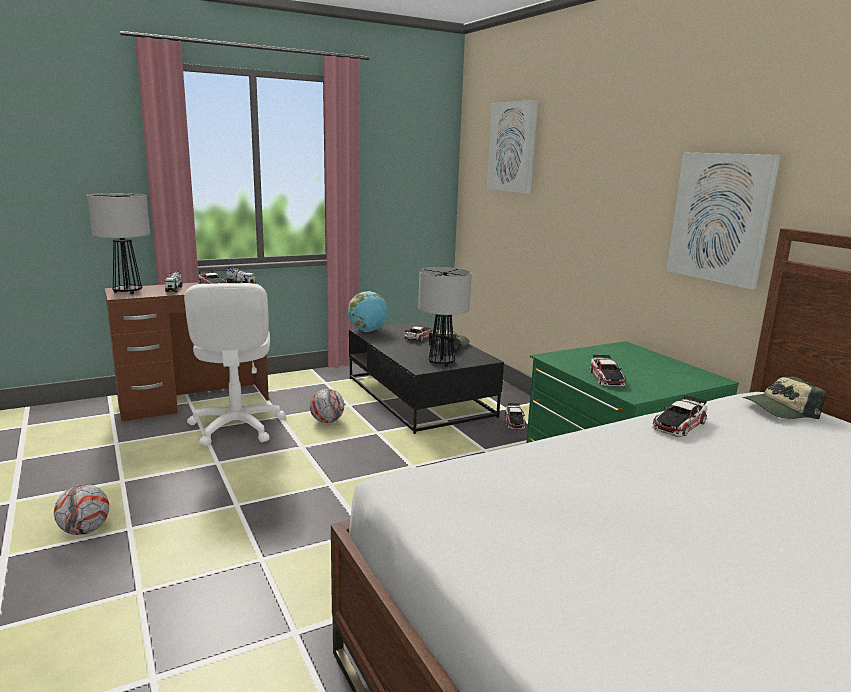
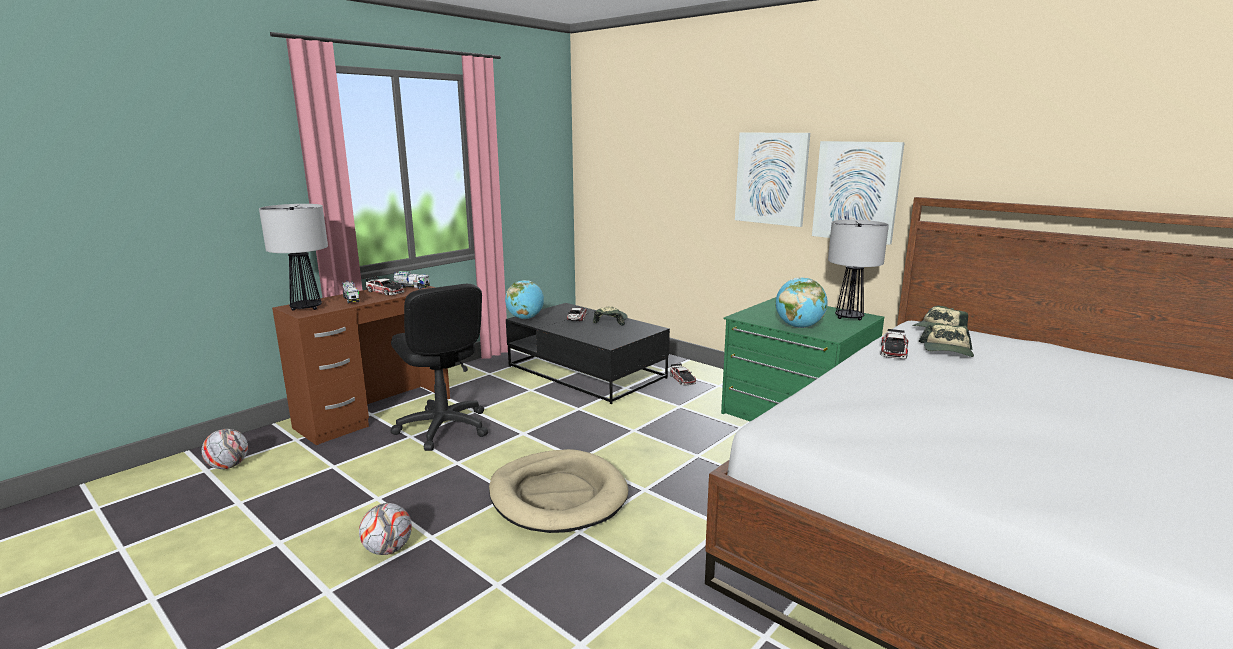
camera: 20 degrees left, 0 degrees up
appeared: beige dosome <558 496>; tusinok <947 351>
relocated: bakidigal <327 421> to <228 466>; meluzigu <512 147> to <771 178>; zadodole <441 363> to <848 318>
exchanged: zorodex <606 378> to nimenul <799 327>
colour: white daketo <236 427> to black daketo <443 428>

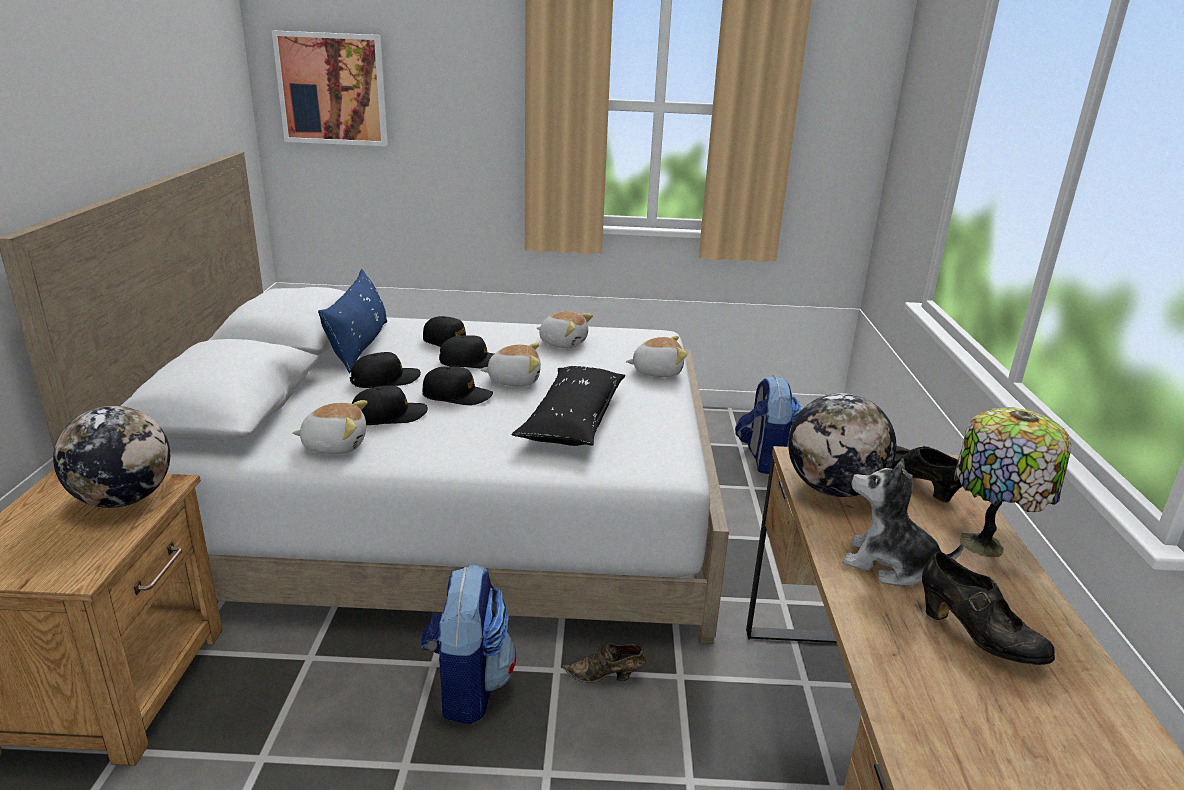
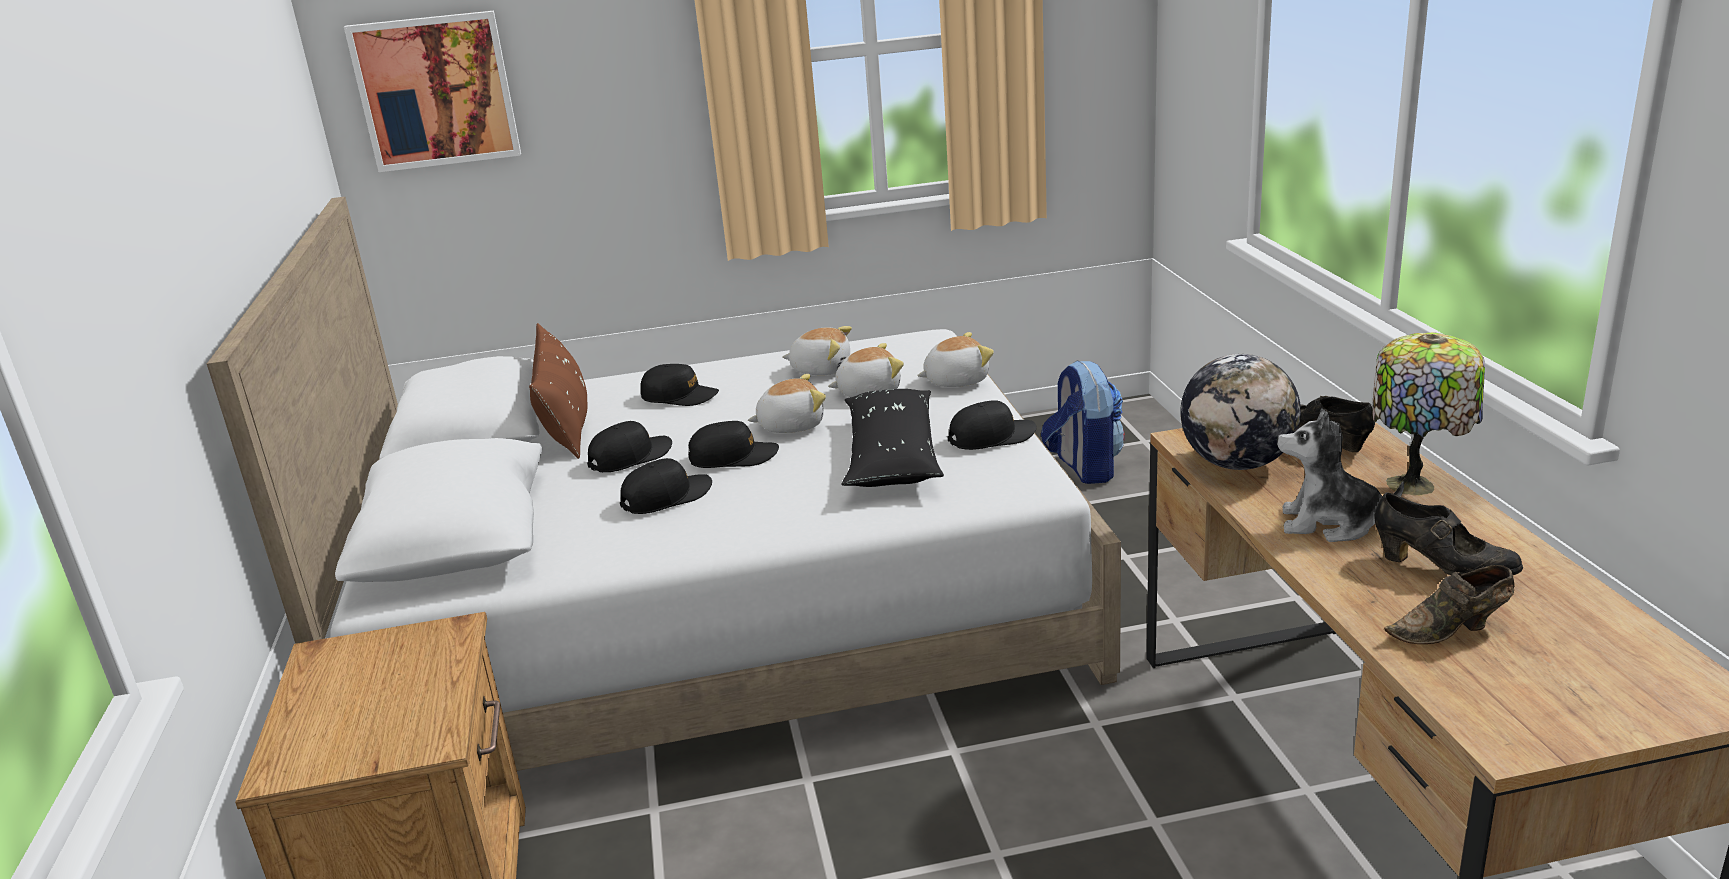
camera: 10 degrees left, 0 degrees up
missing: nimenul <123 499>; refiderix <467 687>
relocated: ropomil <335 445> to <868 392>; black tusinok <471 361> to <992 437>; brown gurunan <606 676> to <1451 630>
colour: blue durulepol <360 345> to brown durulepol <566 423>

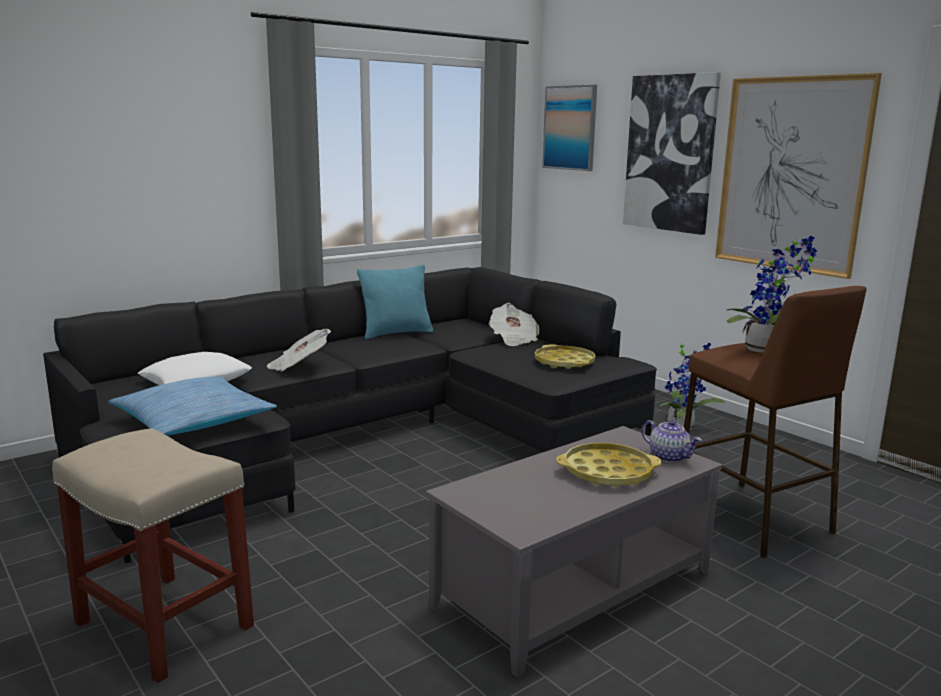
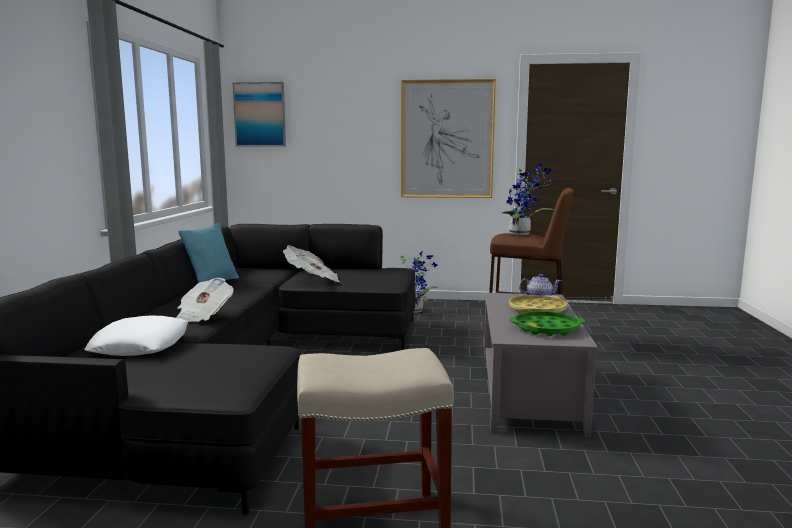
camera: 45 degrees left, 5 degrees down
missing: durulepol <193 421>; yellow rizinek <564 362>; meluzigu <670 153>
appeared: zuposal <318 280>; green rizinek <546 329>

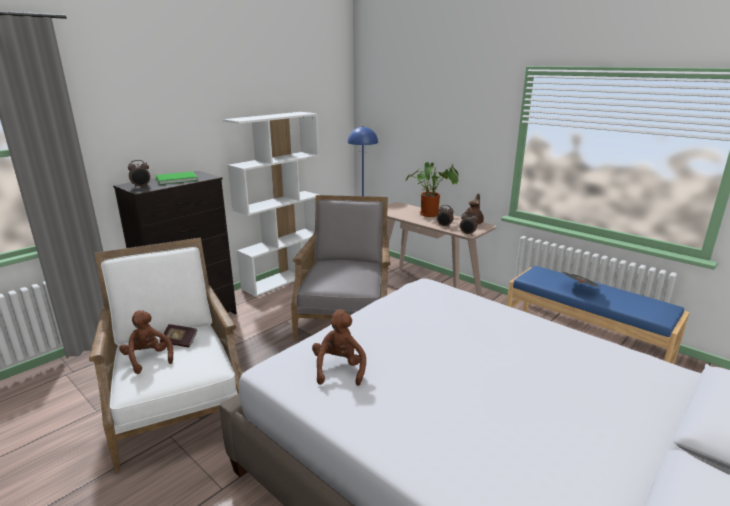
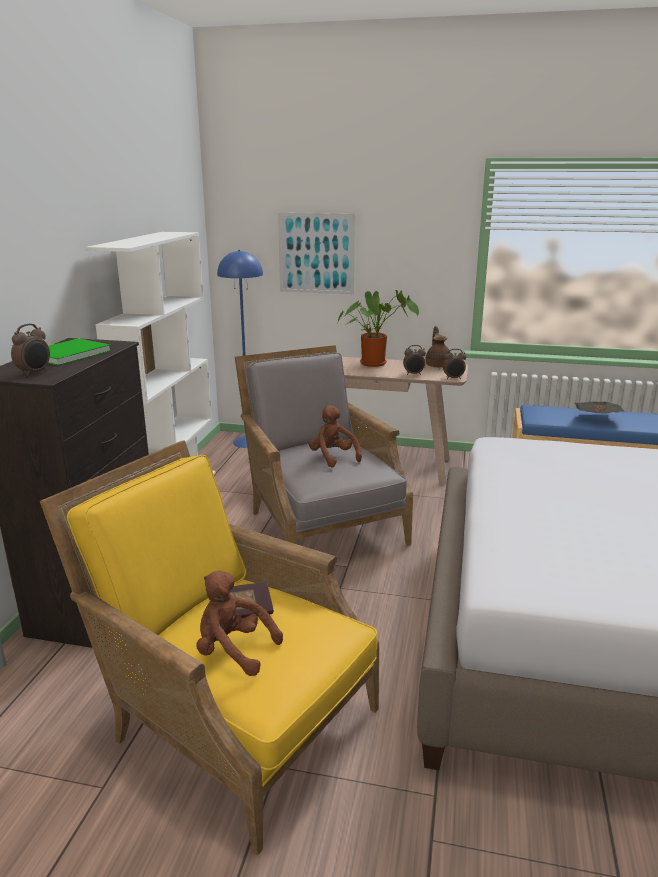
camera: 30 degrees left, 0 degrees up
appeared: meluzigu <316 253>
relocated: brown ropomil <339 369> to <333 457>
colour: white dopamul <178 403> to yellow dopamul <229 718>

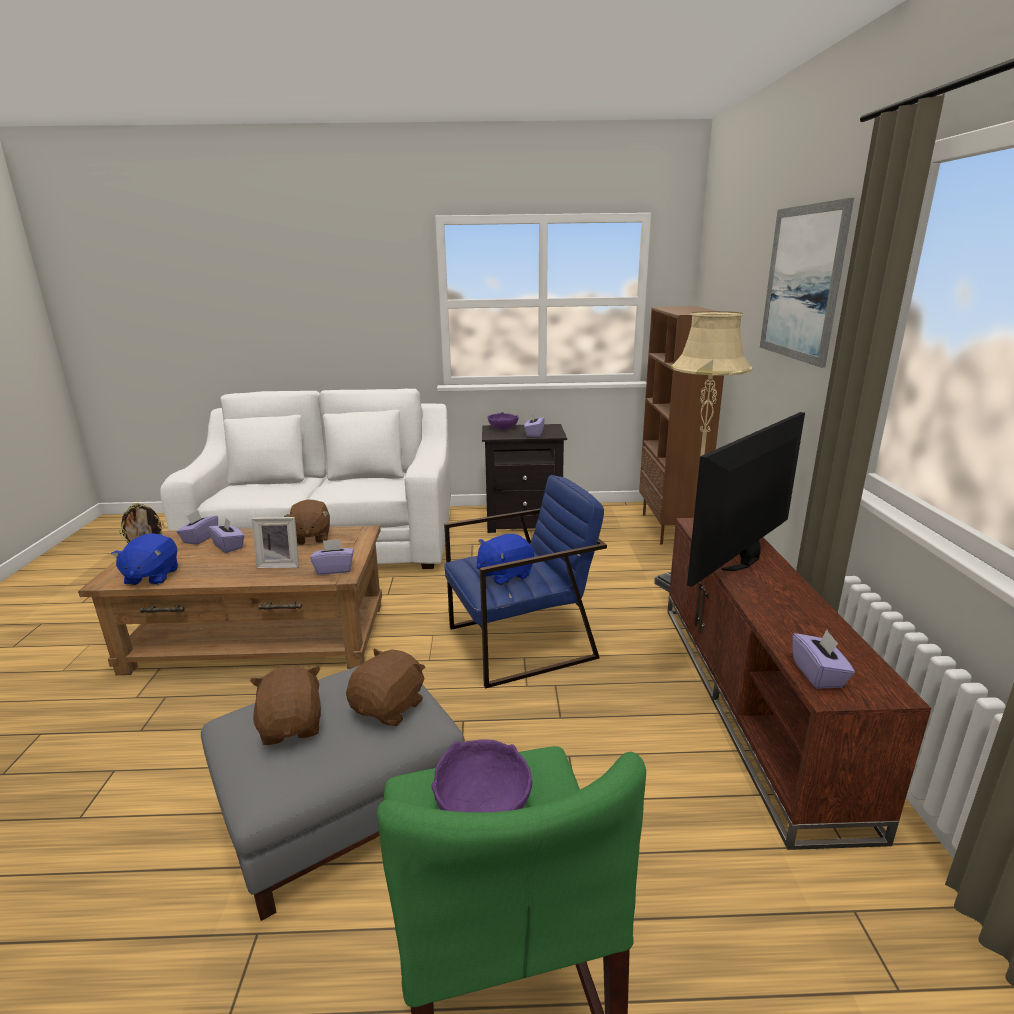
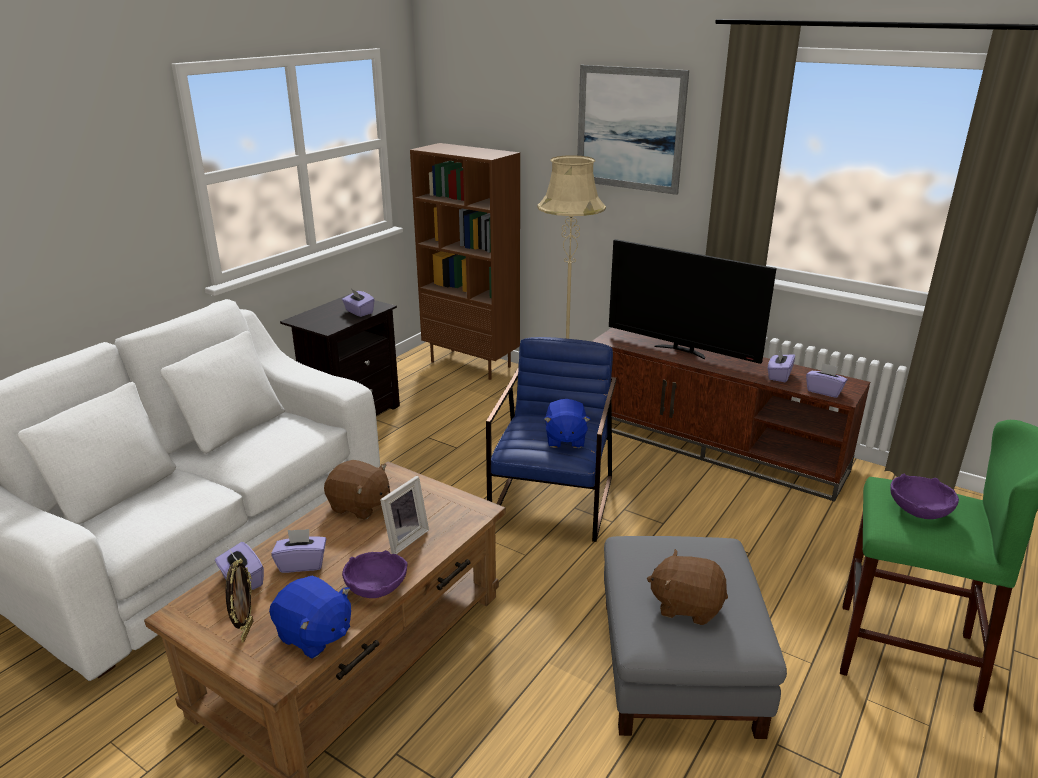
camera: 55 degrees left, 5 degrees up
missing: brown ropomil <389 708>
relocated: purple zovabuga <503 428> to <376 587>; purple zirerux <334 569> to <779 376>
spun: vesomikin <745 560> = <682 351> 45 degrees counterclockwise

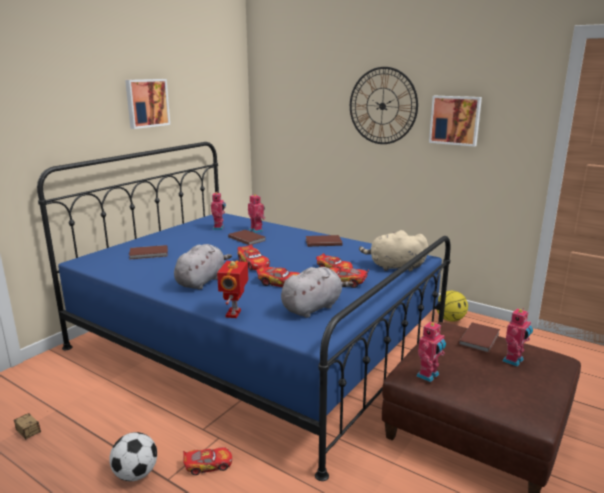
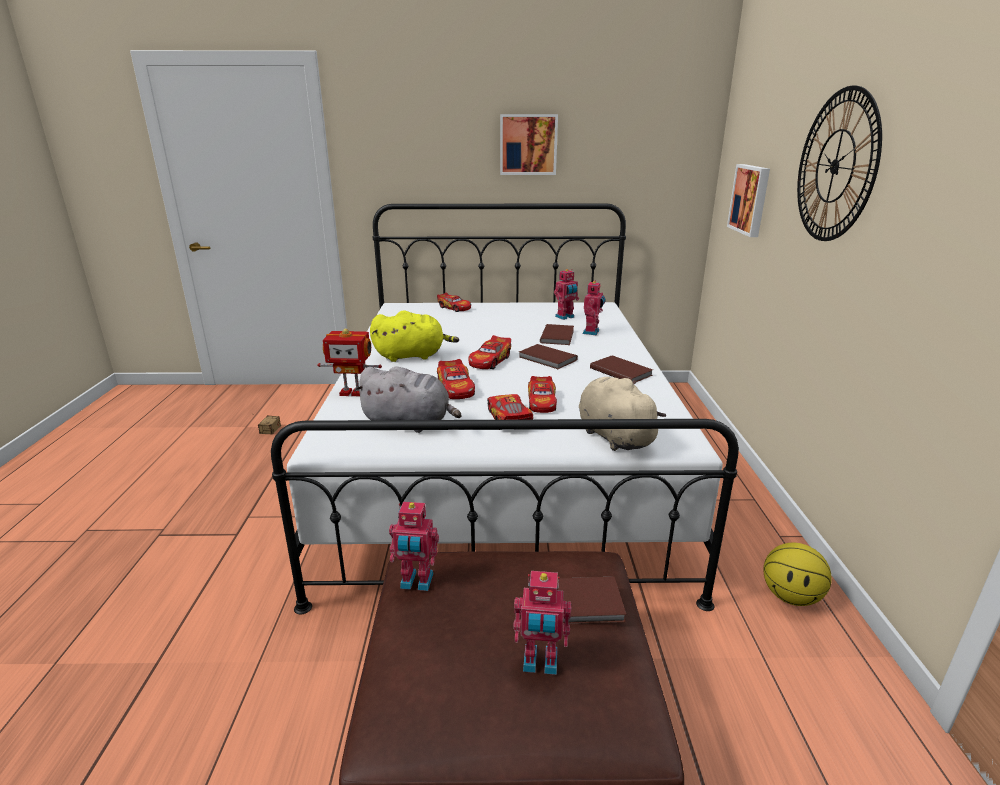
camera: 55 degrees right, 5 degrees up
missing: bakidigal <136 474>
relocated: zorodex <208 465> to <454 308>; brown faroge <149 254> to <547 359>; meluzigu <455 120> to <750 199>
colour: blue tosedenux <255 344> to white tosedenux <501 465>; grey ropomil <201 281> to yellow ropomil <412 356>
spun: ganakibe <234 313> = <352 392> 150 degrees counterclockwise

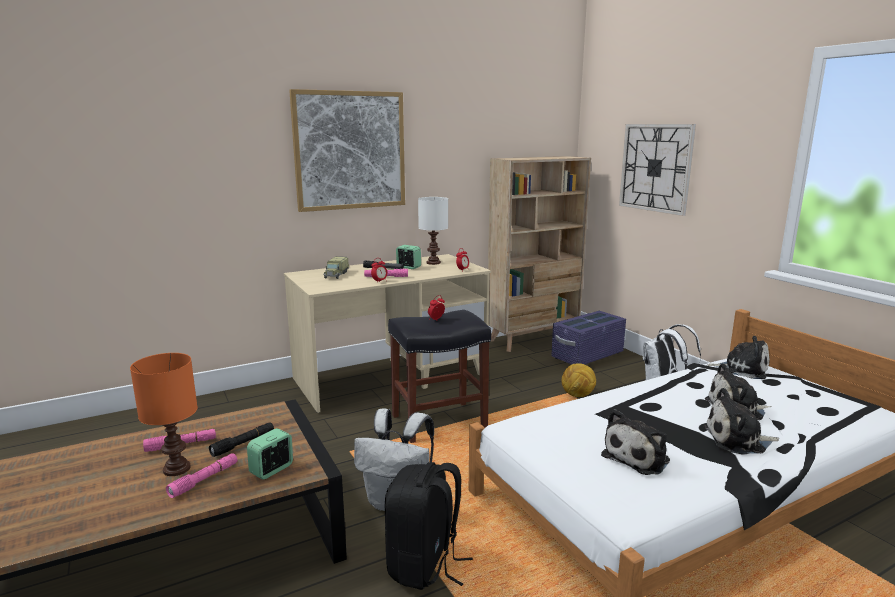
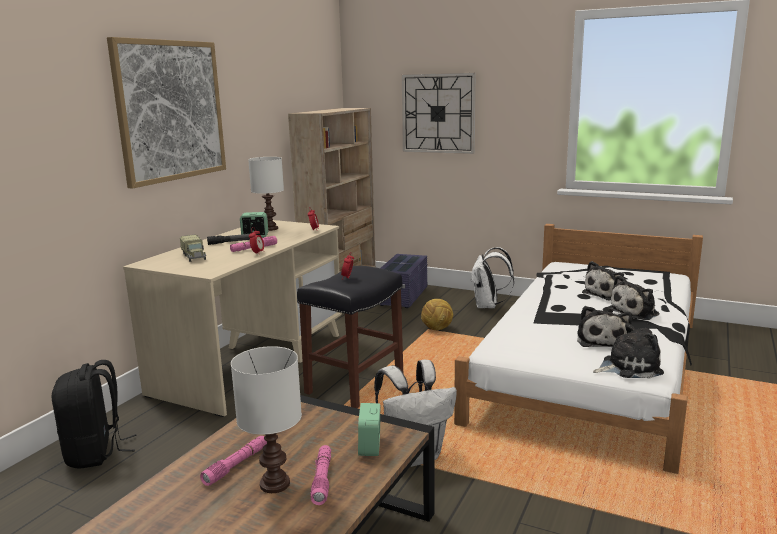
camera: 35 degrees left, 0 degrees up
missing: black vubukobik <243 444>
relocated: black refiderix <424 565> to <96 453>; ropomil <742 369> to <628 367>
colour: orange zadodole <177 468> to white zadodole <274 483>

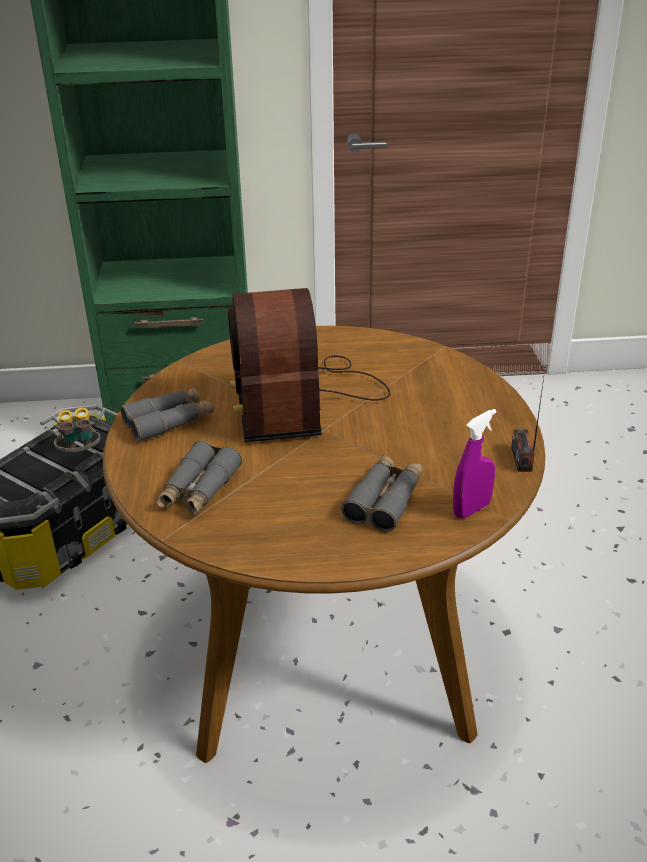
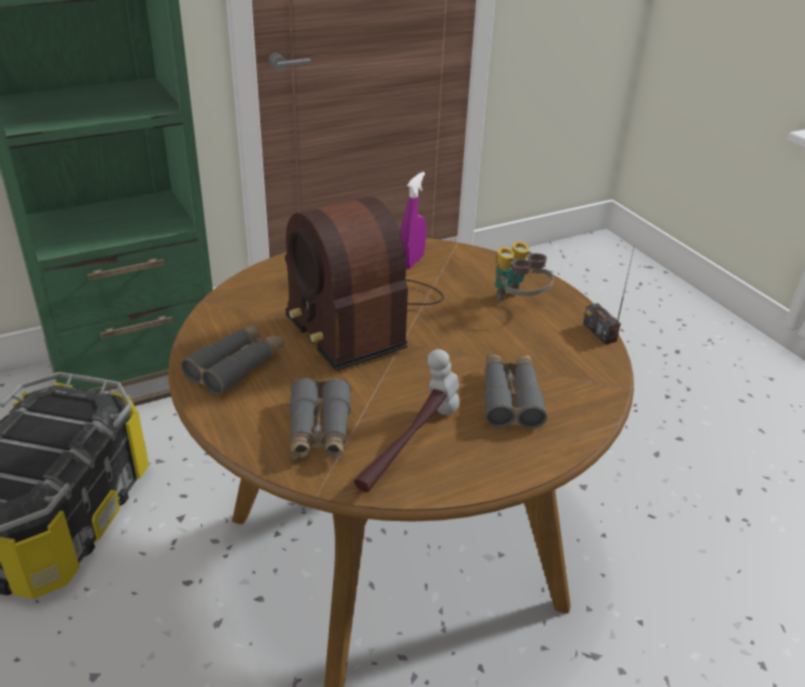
camera: 25 degrees left, 0 degrees up
appeared: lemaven <408 445>
relocated: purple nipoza <471 509> to <412 262>; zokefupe <80 455> to <518 303>

